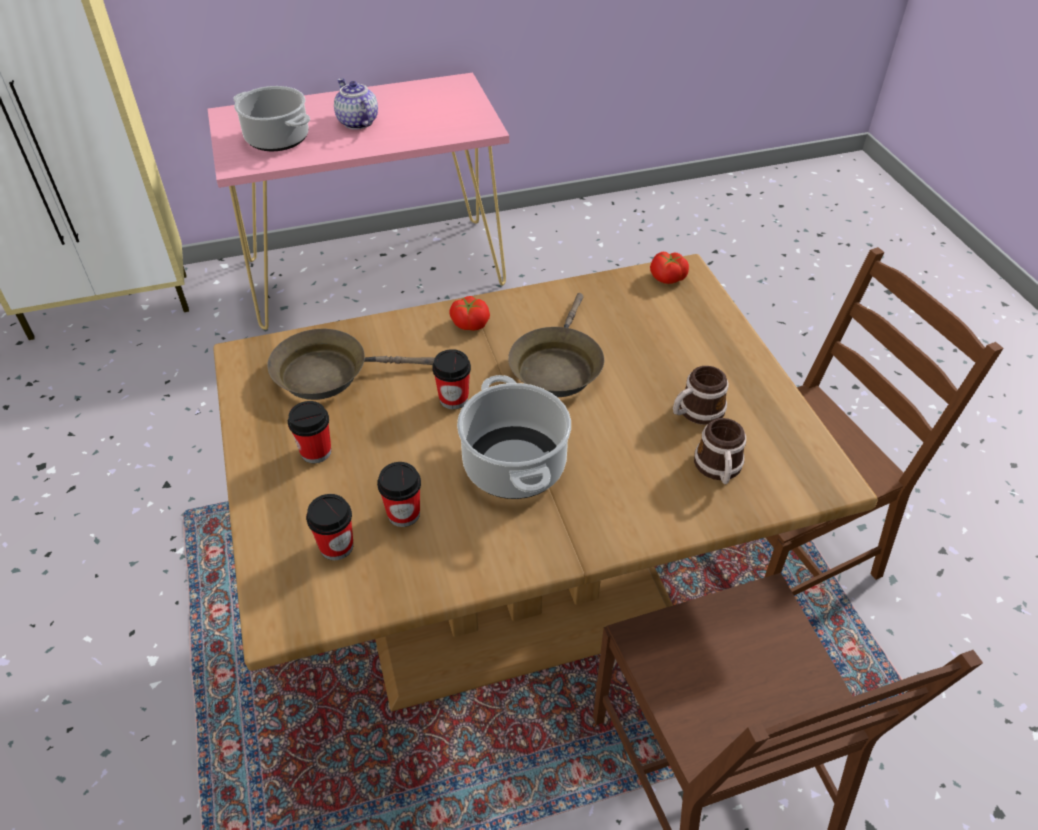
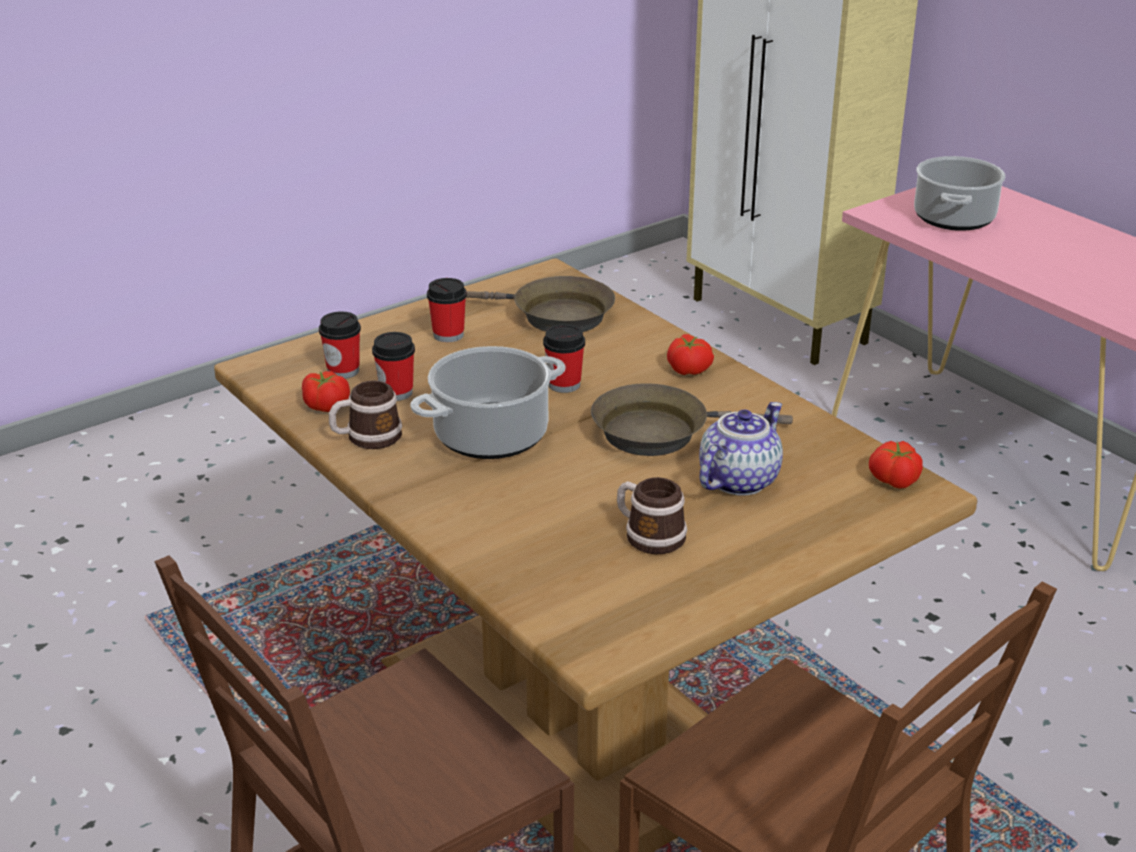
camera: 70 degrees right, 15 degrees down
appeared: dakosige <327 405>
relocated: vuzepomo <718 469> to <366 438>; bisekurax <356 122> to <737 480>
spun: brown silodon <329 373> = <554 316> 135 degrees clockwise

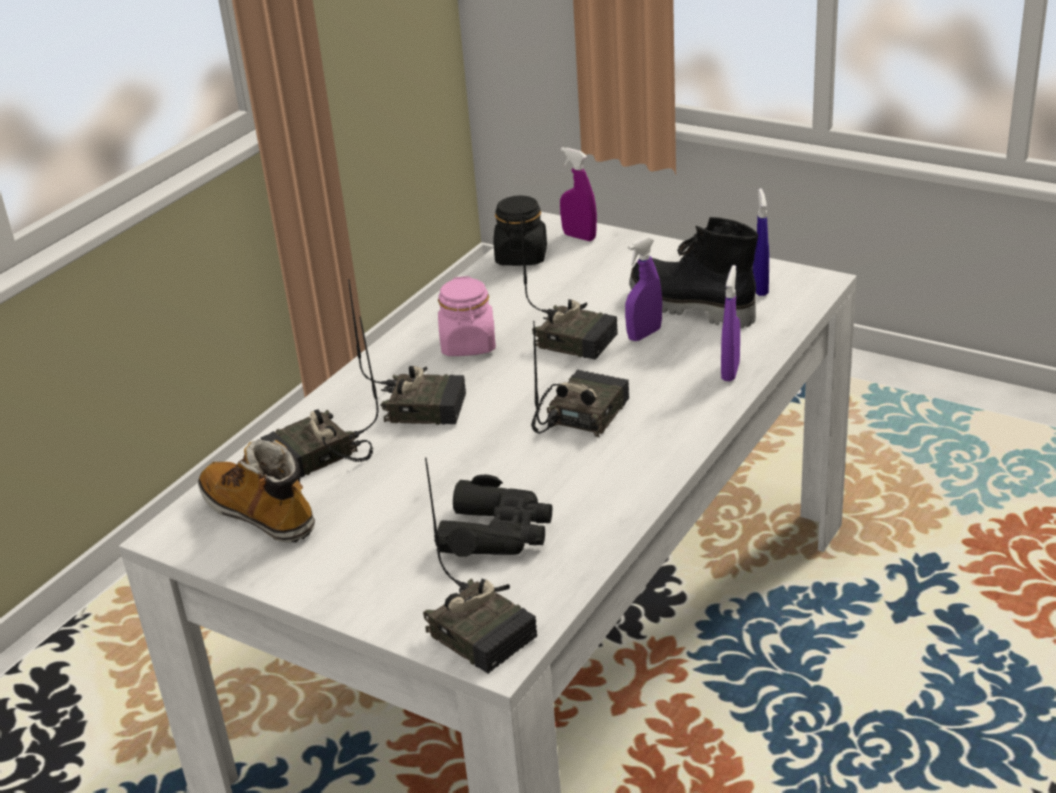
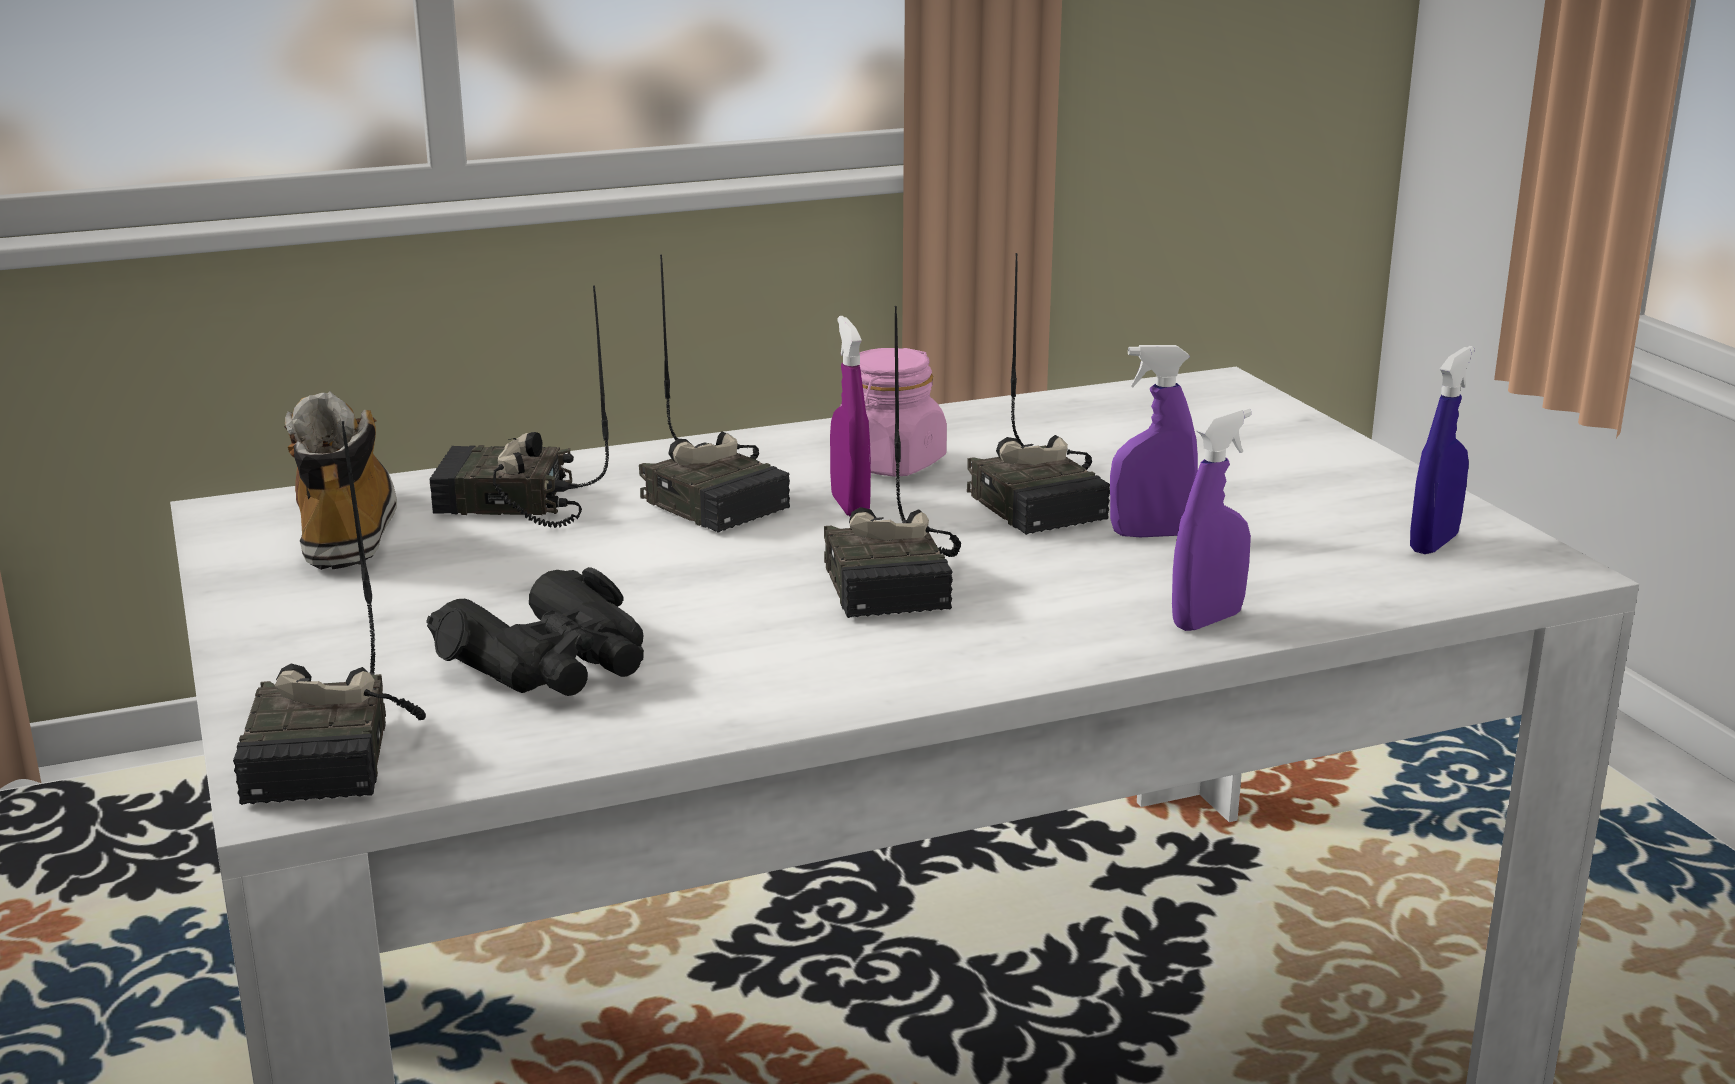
camera: 35 degrees right, 10 degrees down
missing: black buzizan <521 256>; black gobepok <689 307>
relocated: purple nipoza <579 237> to <850 506>
spun: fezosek <580 414> = <897 585> 105 degrees clockwise

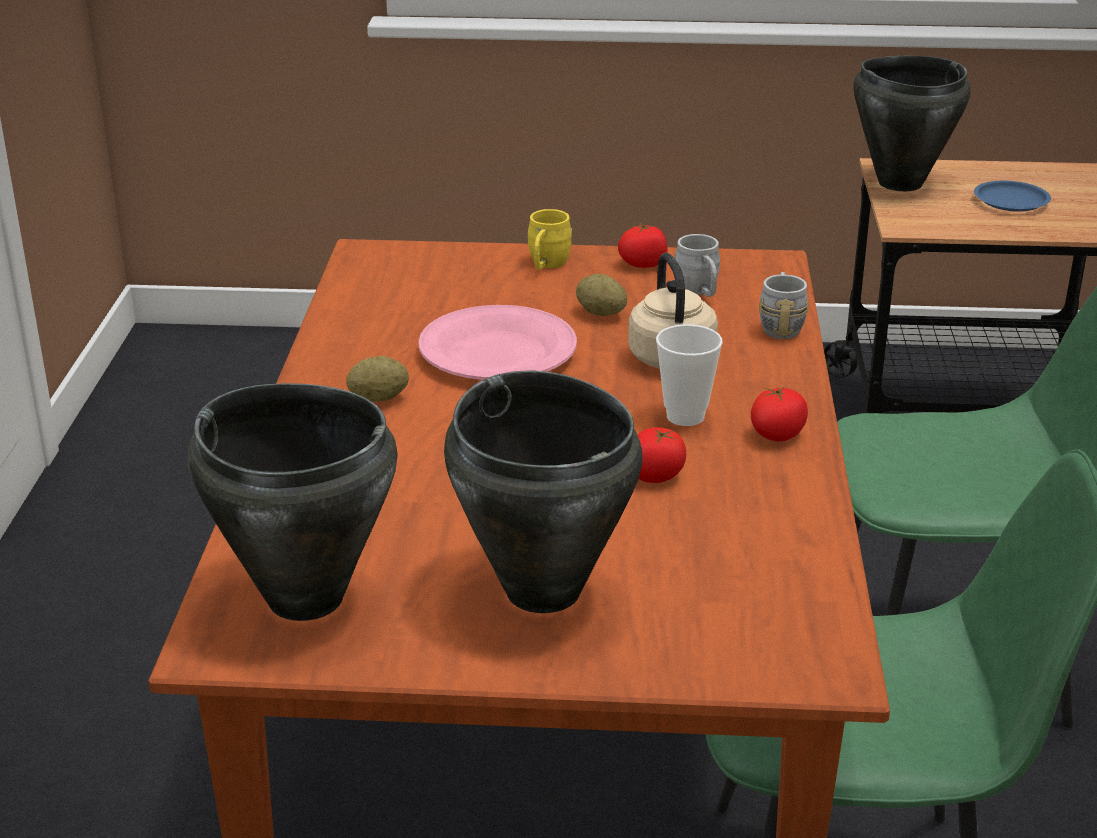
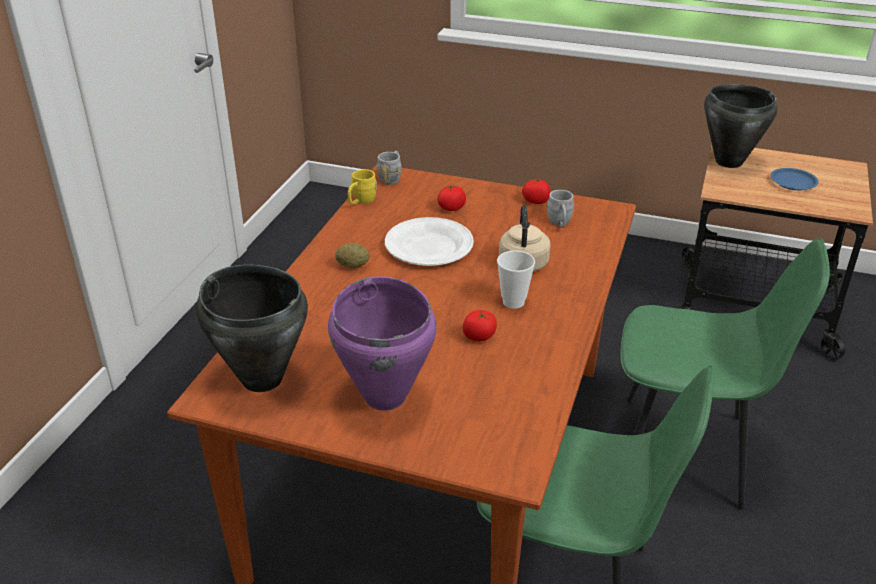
camera: 15 degrees right, 5 degrees up
missing: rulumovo <601 313>
relocated: yellow vuzepomo <546 265> to <361 201>; grey vuzepomo <781 325> to <391 178>; dakosige <777 435> to <451 208>
colour: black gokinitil <543 590> to purple gokinitil <386 396>; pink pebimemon <498 352> to white pebimemon <429 246>

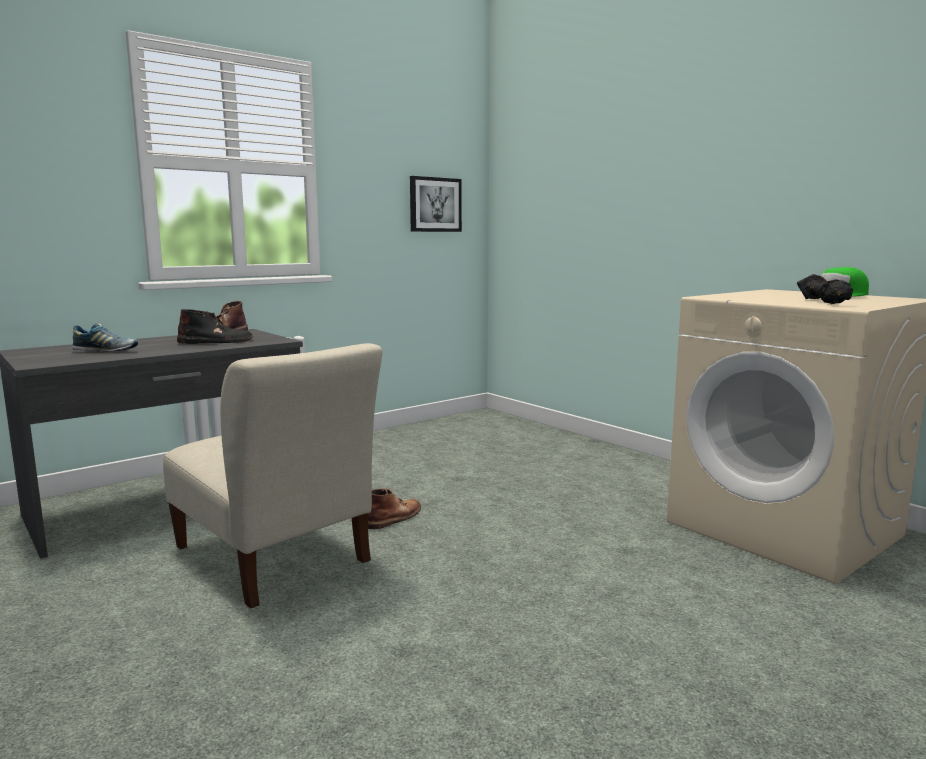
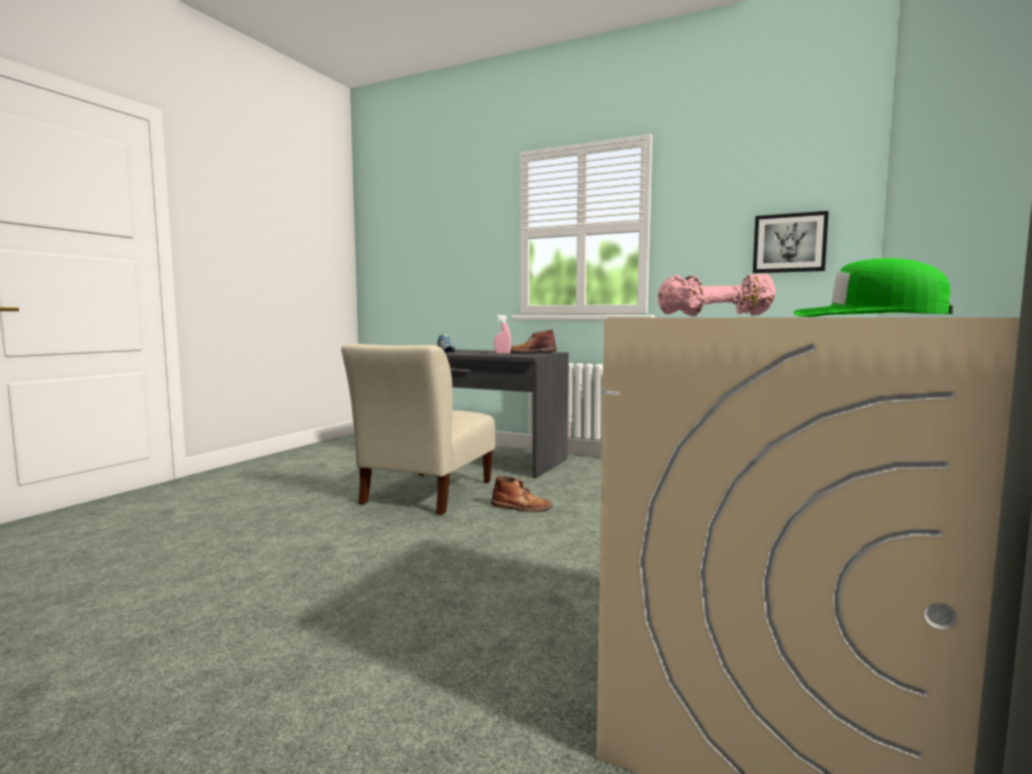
camera: 65 degrees right, 5 degrees down
exchanged: black gobepok <216 342> to pink nipoza <502 353>
colour: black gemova <822 302> to pink gemova <718 316>

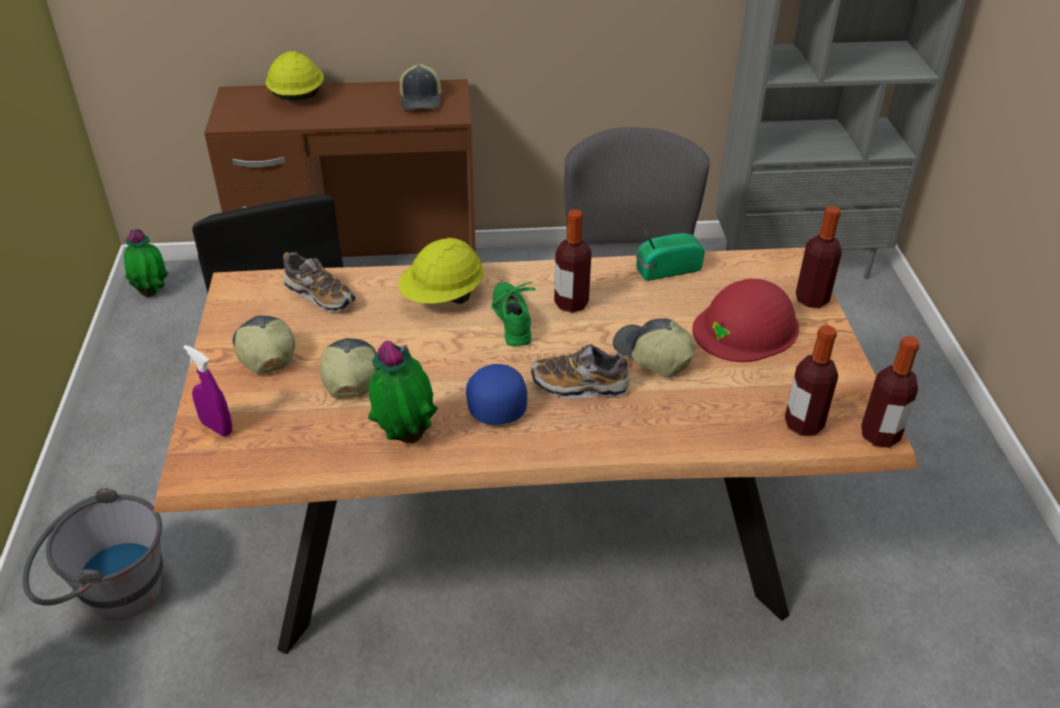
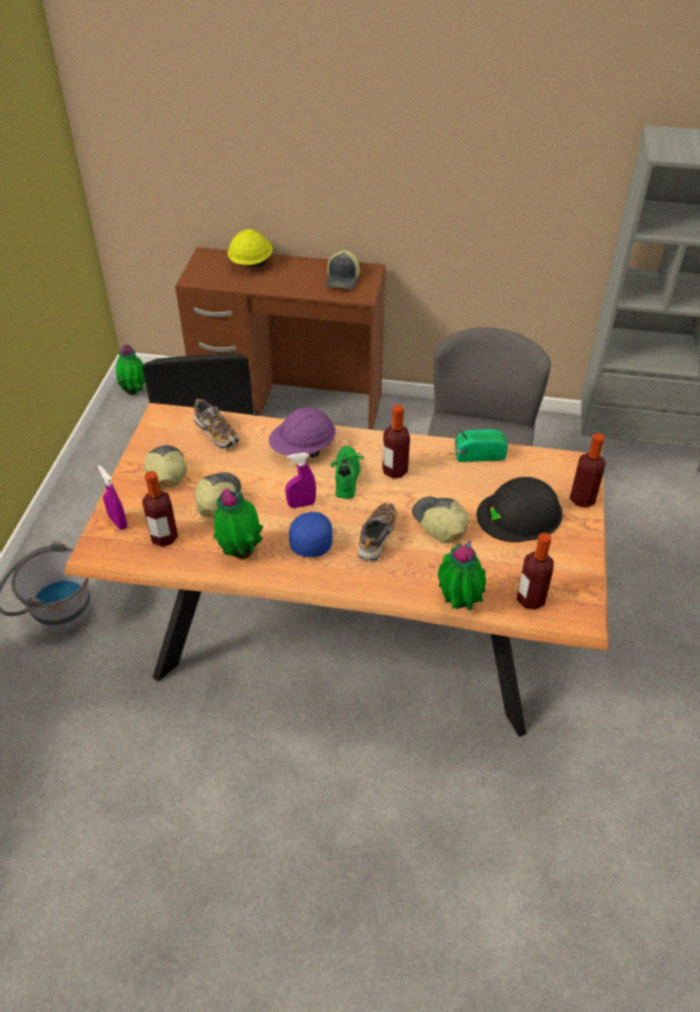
camera: 15 degrees right, 5 degrees up
appeared: purple nipoza <301 504>; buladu <457 604>
relocated: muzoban <879 435> to <164 537>
colour: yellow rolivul <443 297> to purple rolivul <303 449>; red rolivul <746 328> to black rolivul <520 514>
spun: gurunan <580 385> = <376 537> 90 degrees clockwise

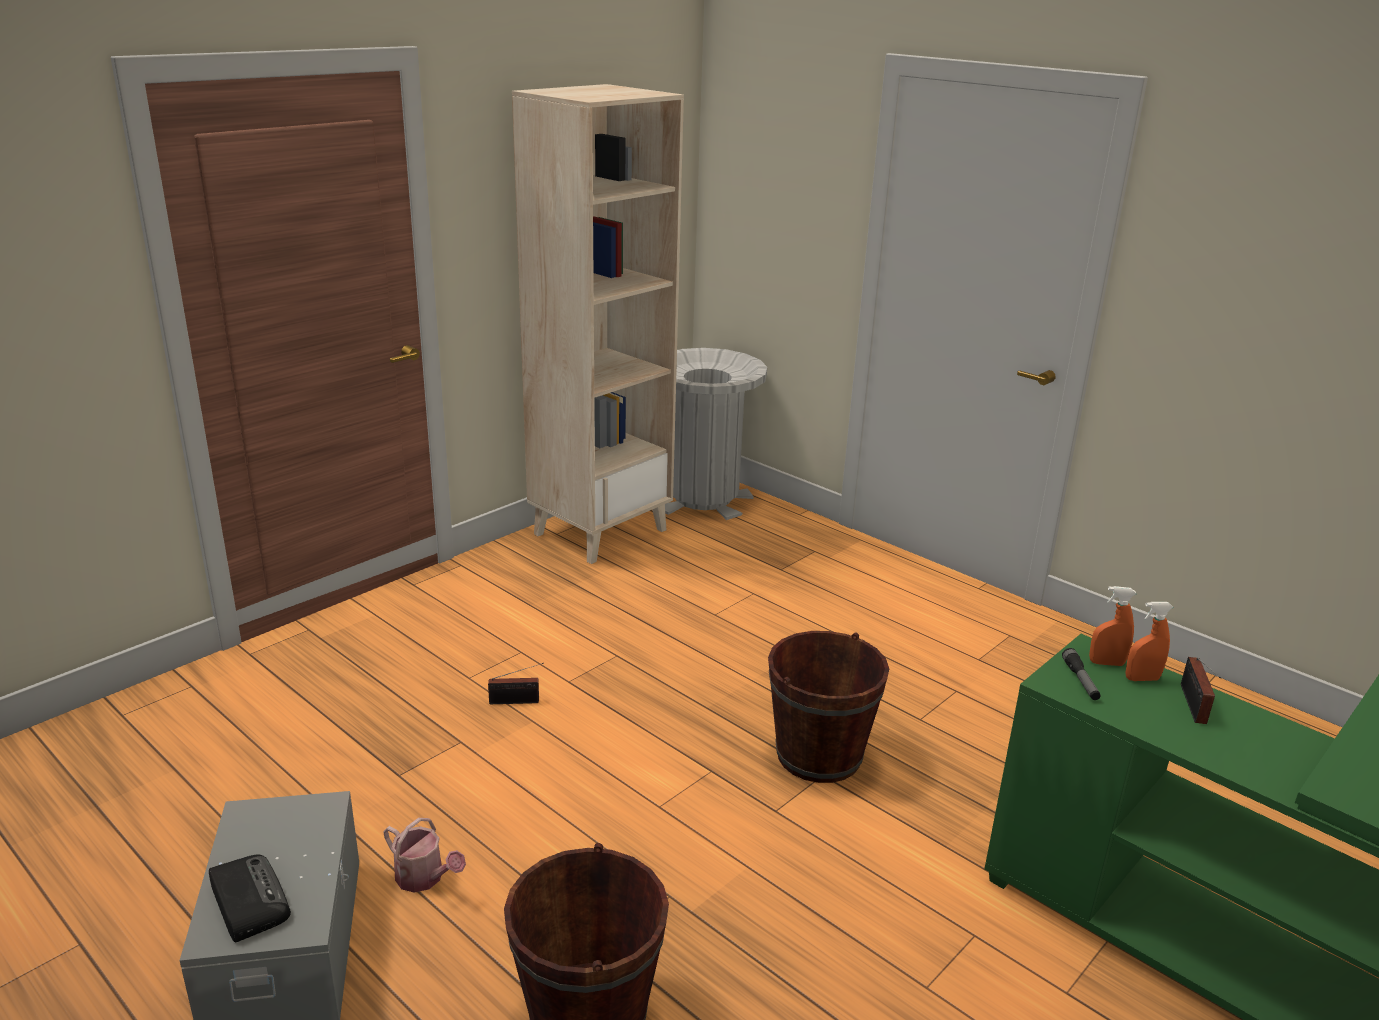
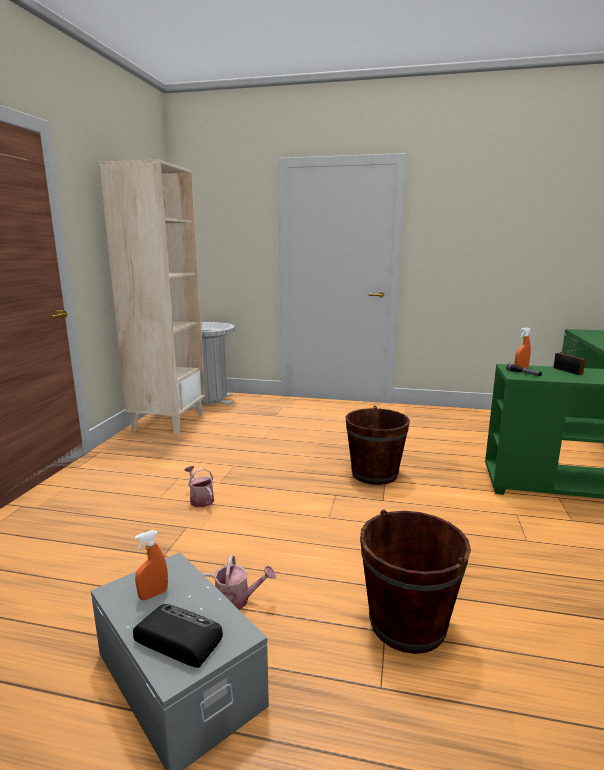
camera: 30 degrees left, 10 degrees down
relocated: orange nipoza <1142 679> to <153 594>
exchanged: fezosek <517 701> to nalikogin <200 499>

